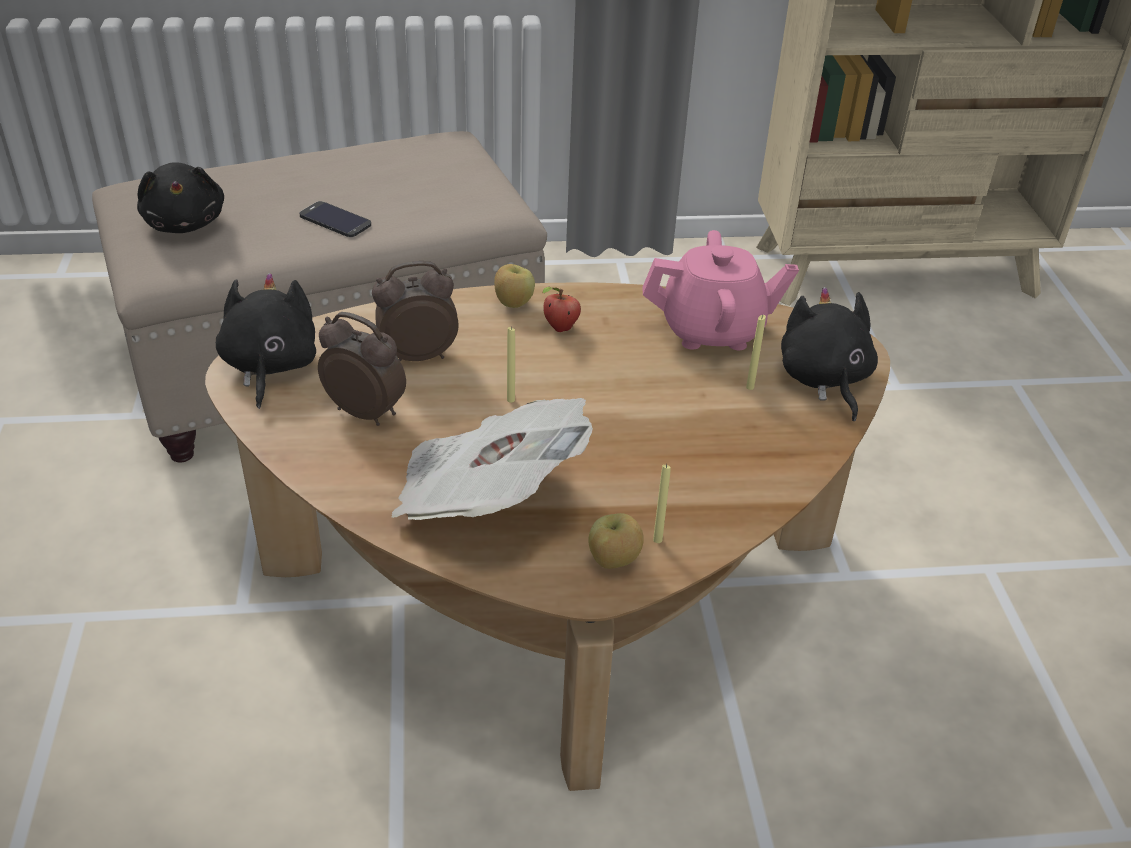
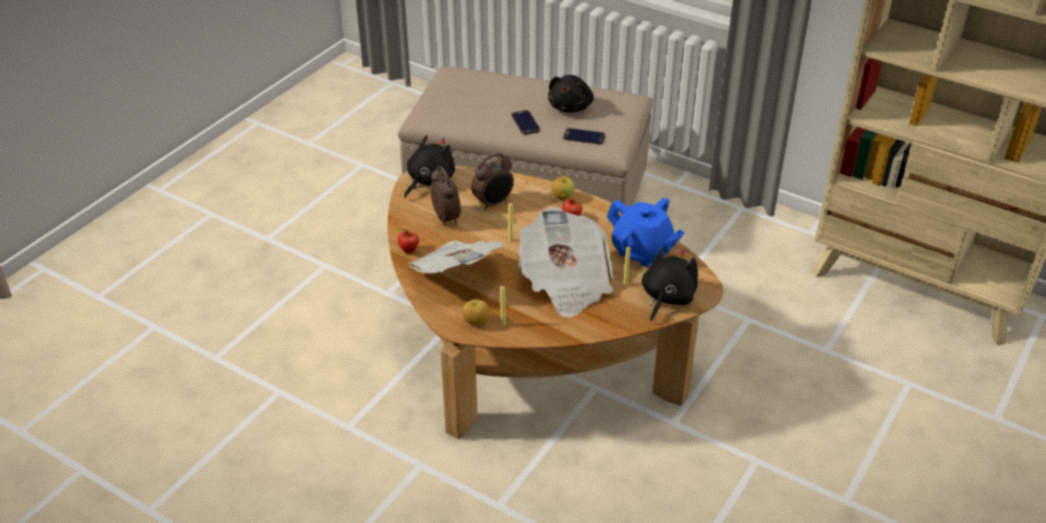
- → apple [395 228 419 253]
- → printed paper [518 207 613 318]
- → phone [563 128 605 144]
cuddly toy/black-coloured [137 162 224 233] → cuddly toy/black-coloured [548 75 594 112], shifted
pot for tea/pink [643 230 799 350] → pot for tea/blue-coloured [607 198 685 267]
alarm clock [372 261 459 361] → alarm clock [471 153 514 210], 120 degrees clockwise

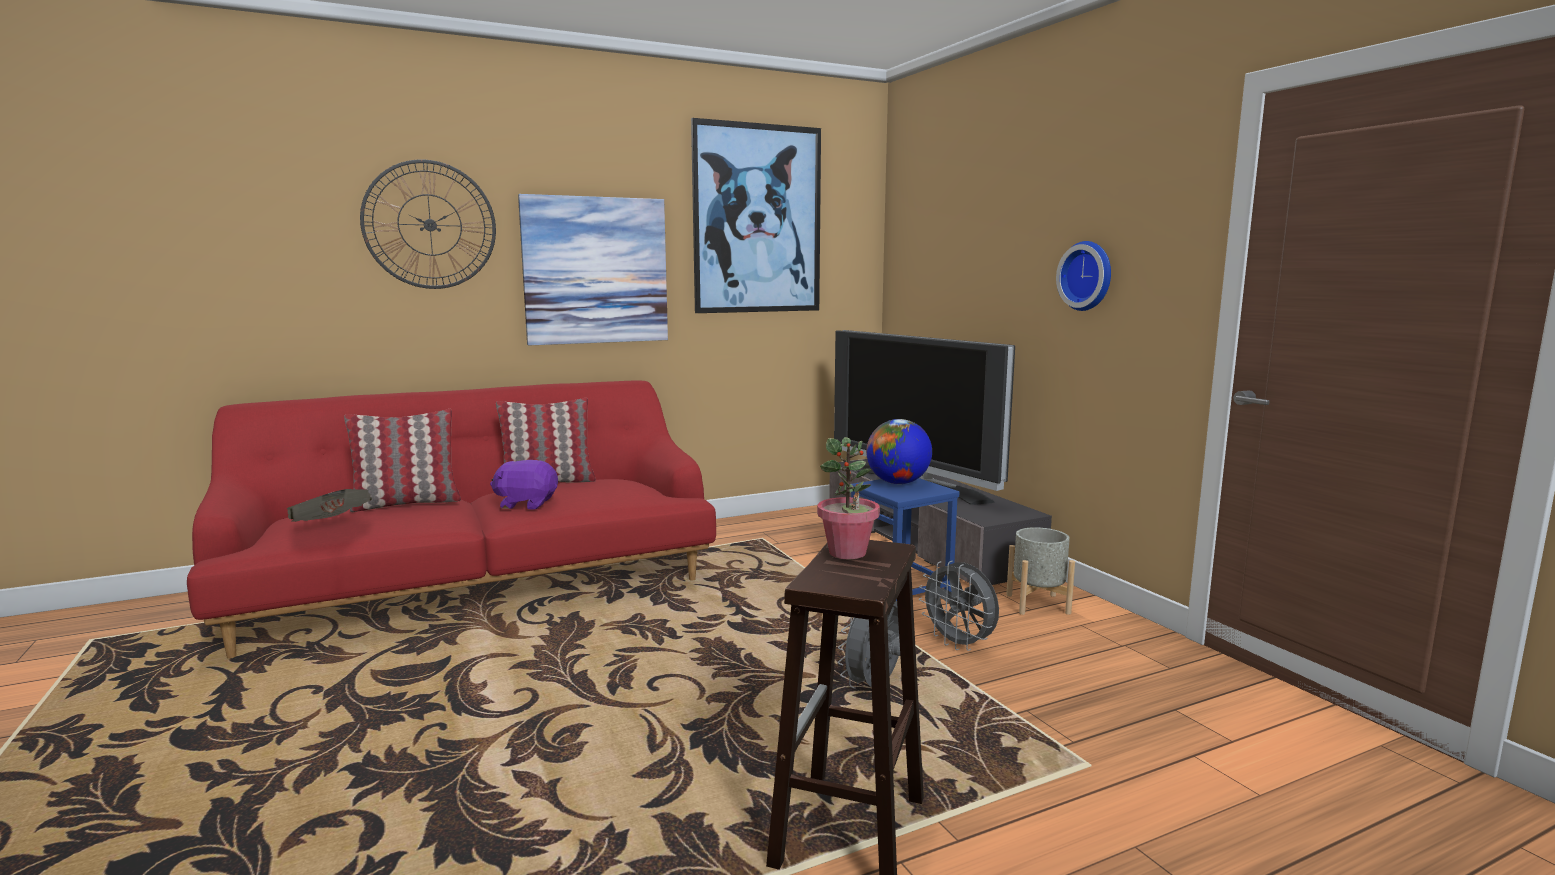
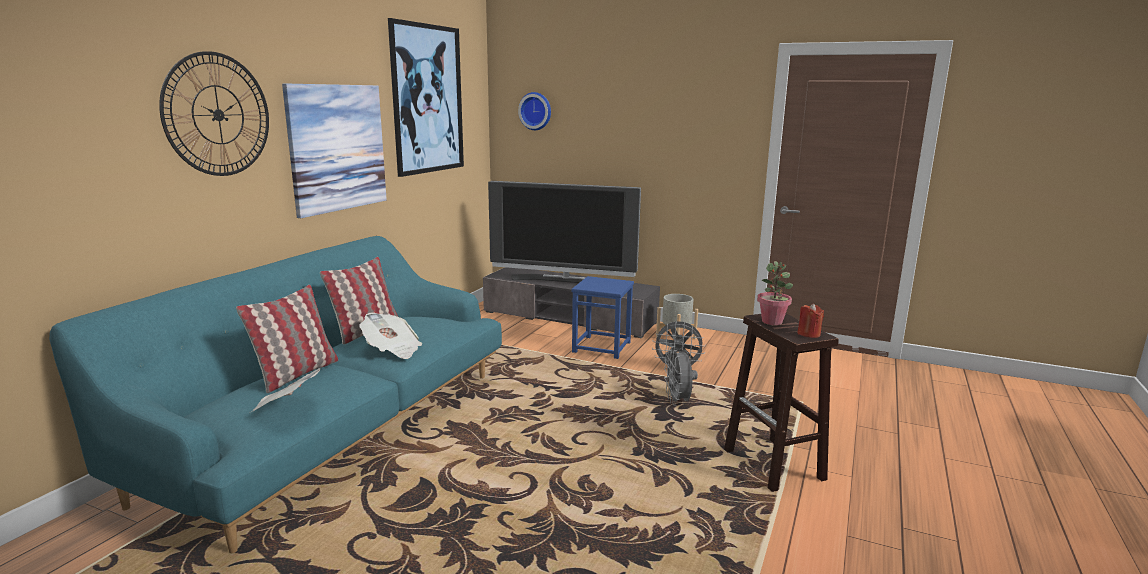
world globe [866 419 932 484] → -
- → wax light/red-coloured [797 303 824 338]
clock on the wall [1056 241 1111 311] → clock on the wall [518 92 551 130], shifted
cuddly toy/purple-coloured [490 460 558 510] → printed paper [359 312 422 359]
couch/red-coloured [187 380 716 659] → couch/turquoise [49 236 502 553]

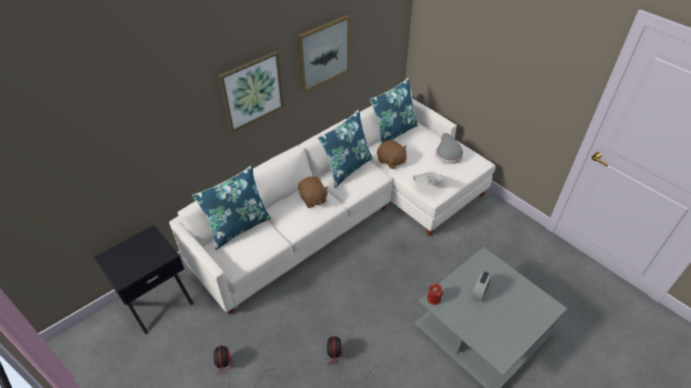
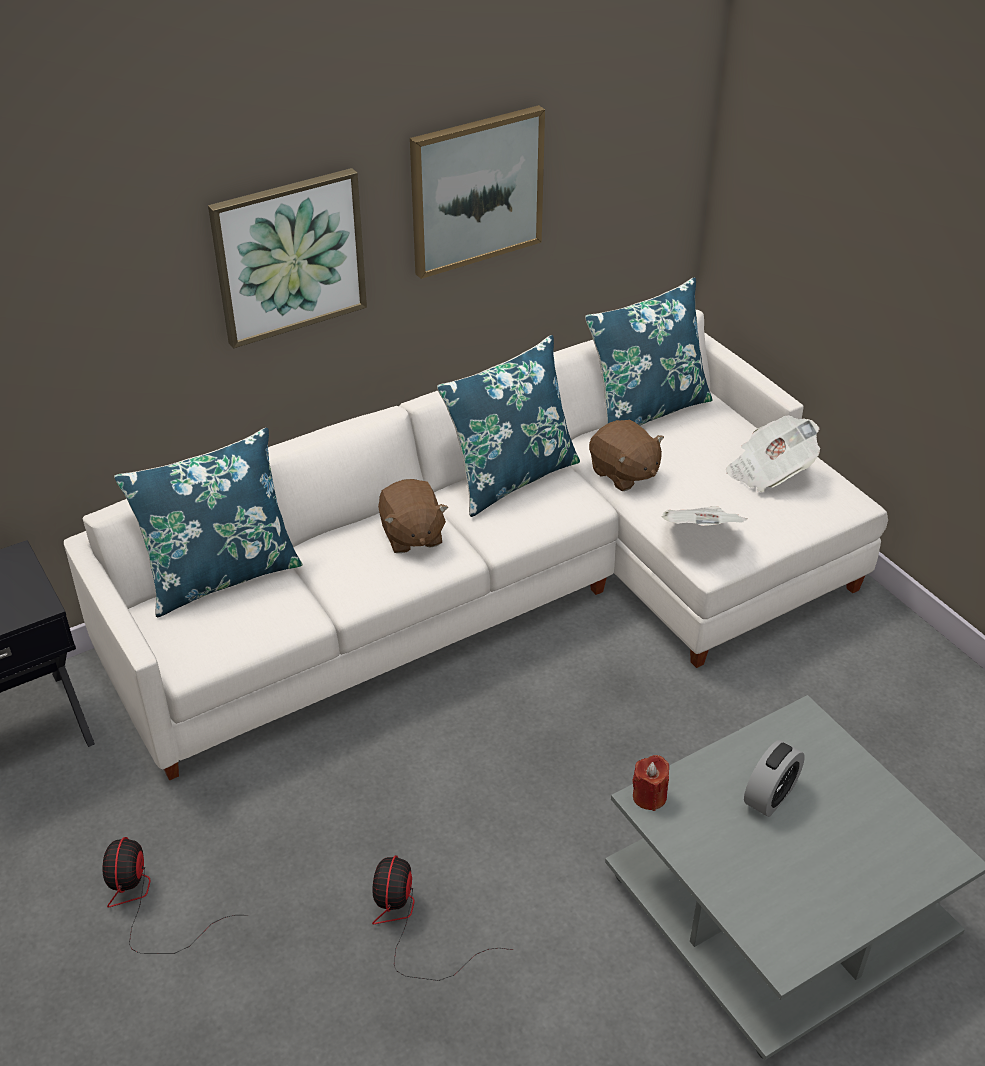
hat/greyish [436 133 464 164] → printed paper [726 415 820 492]

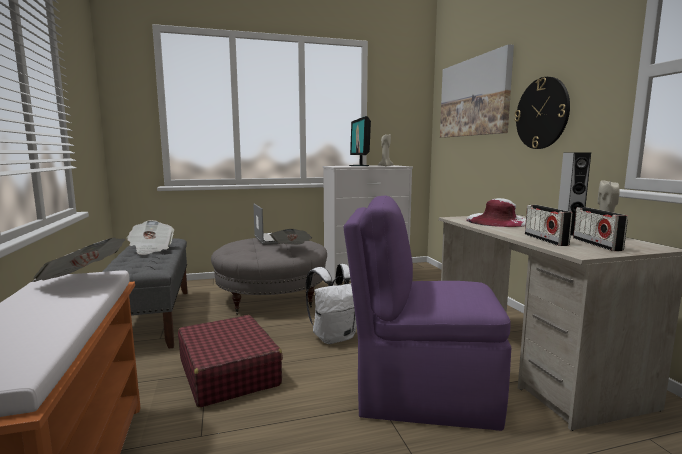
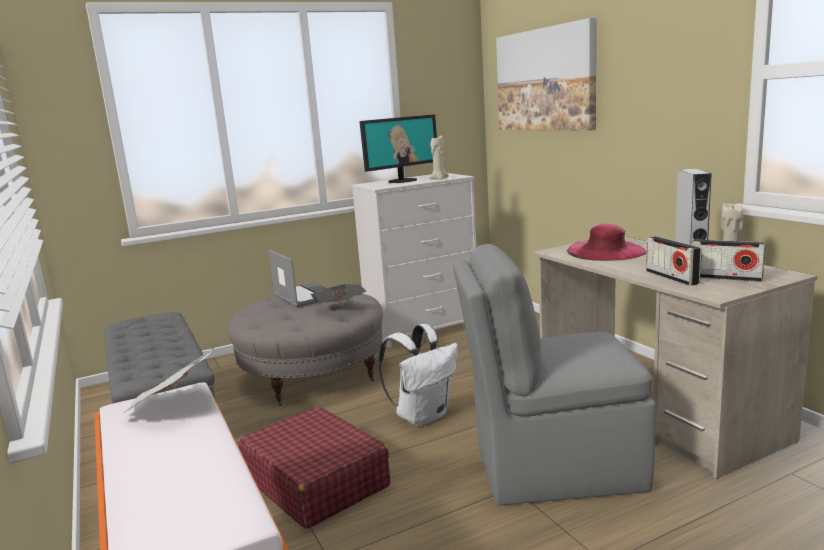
printed paper [127 220 175 255] → -
clock on the wall [514 77 570 149] → -
upright chair/purple-coloured [344 195 511 431] → upright chair/greyish [453 244 656 505]
hat/white-coloured [466 198 526 227] → hat/pink [567 223 647 261]
computer screen [349 116 371 166] → computer screen [359 114 437 183], 105 degrees counterclockwise
radio set [573 207 628 251] → radio set [692 239 766 282], 45 degrees counterclockwise

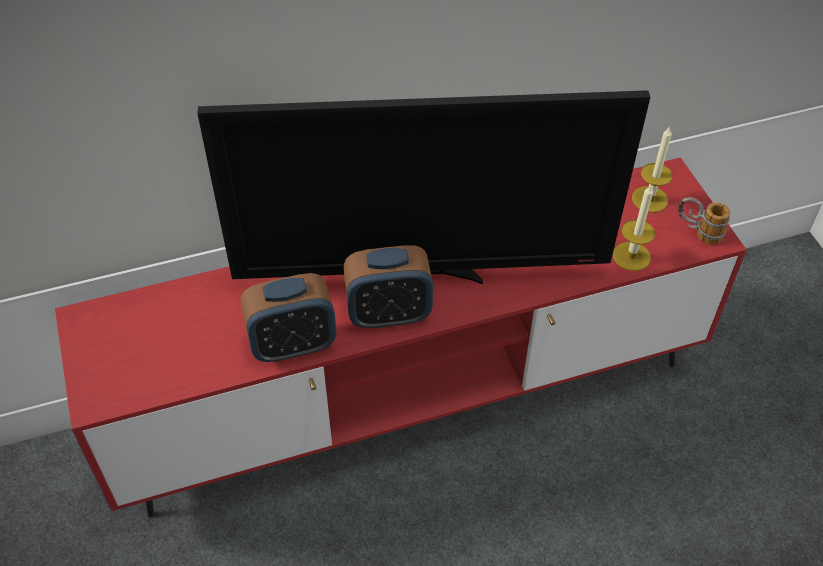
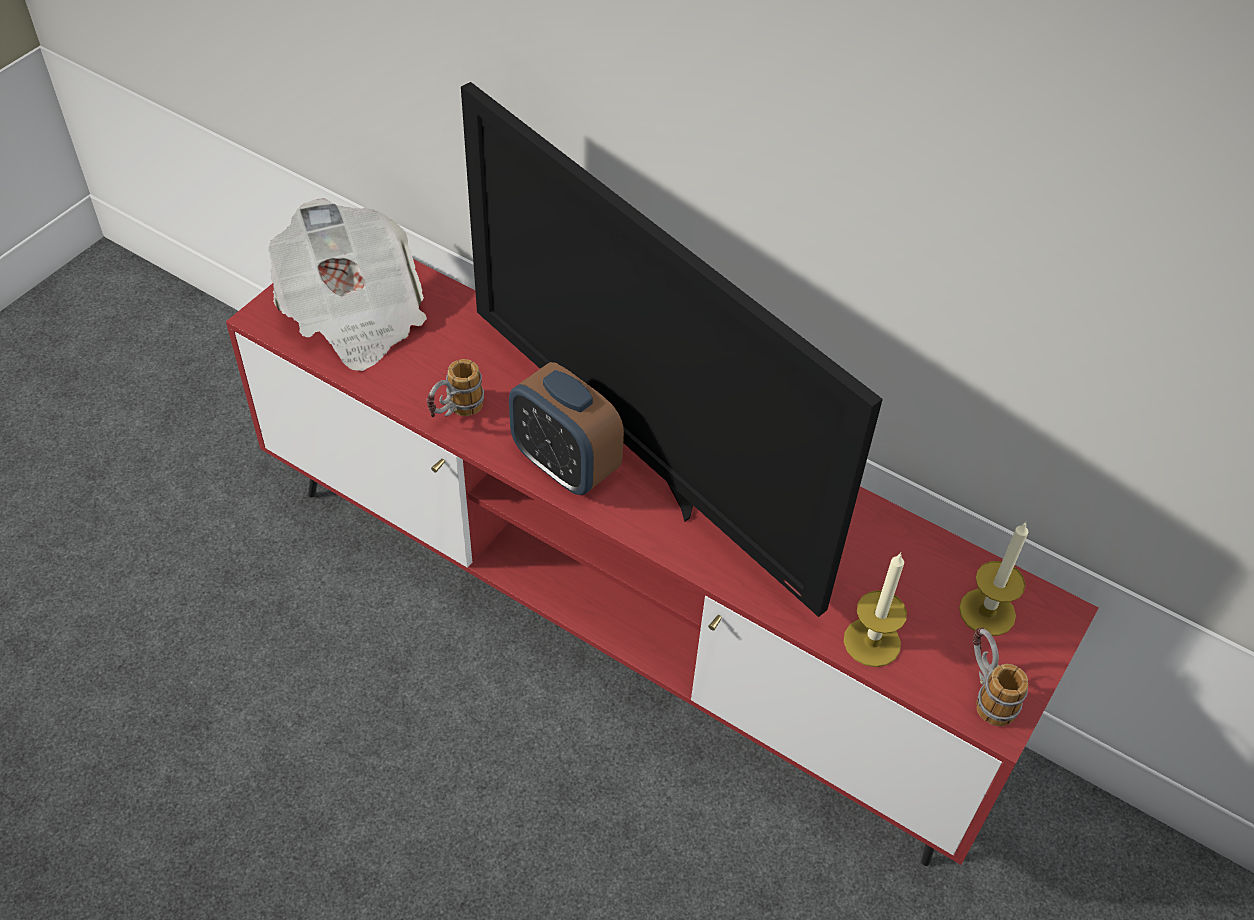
- → printed paper [268 198 427 371]
alarm clock [240 273 336 362] → coffee mug [426 359 484 417]

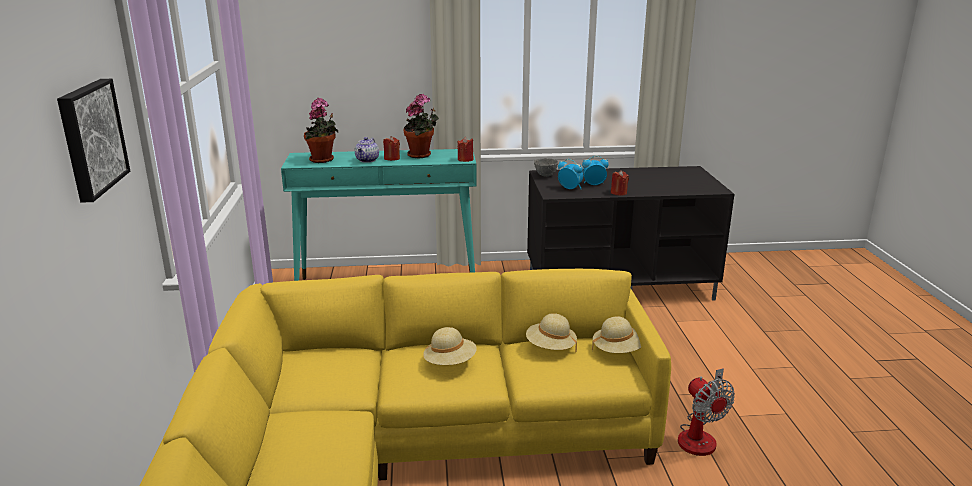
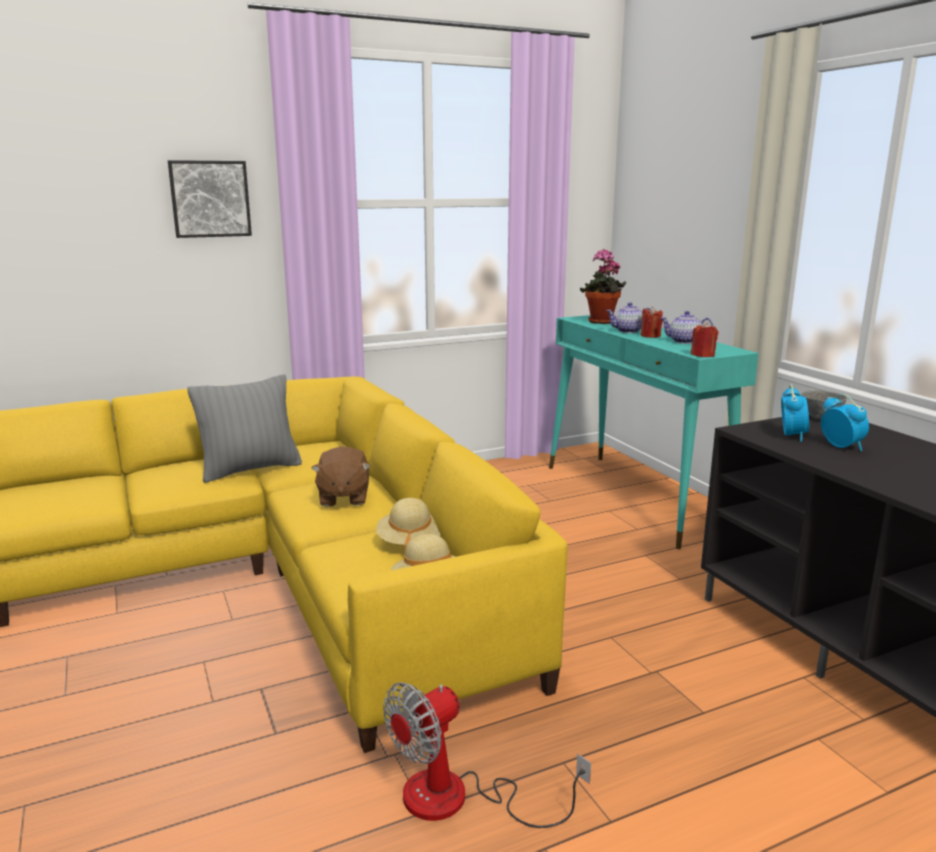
wax light/red-coloured [611 170 629 196] → -
- → cushion/greyish [187 374 302 483]
plant in a pot [403 94 439 158] → pot for tea [660 311 713 344]
hat/sand-coloured [423 327 477 365] → cuddly toy/brown-coloured [311 446 370 507]

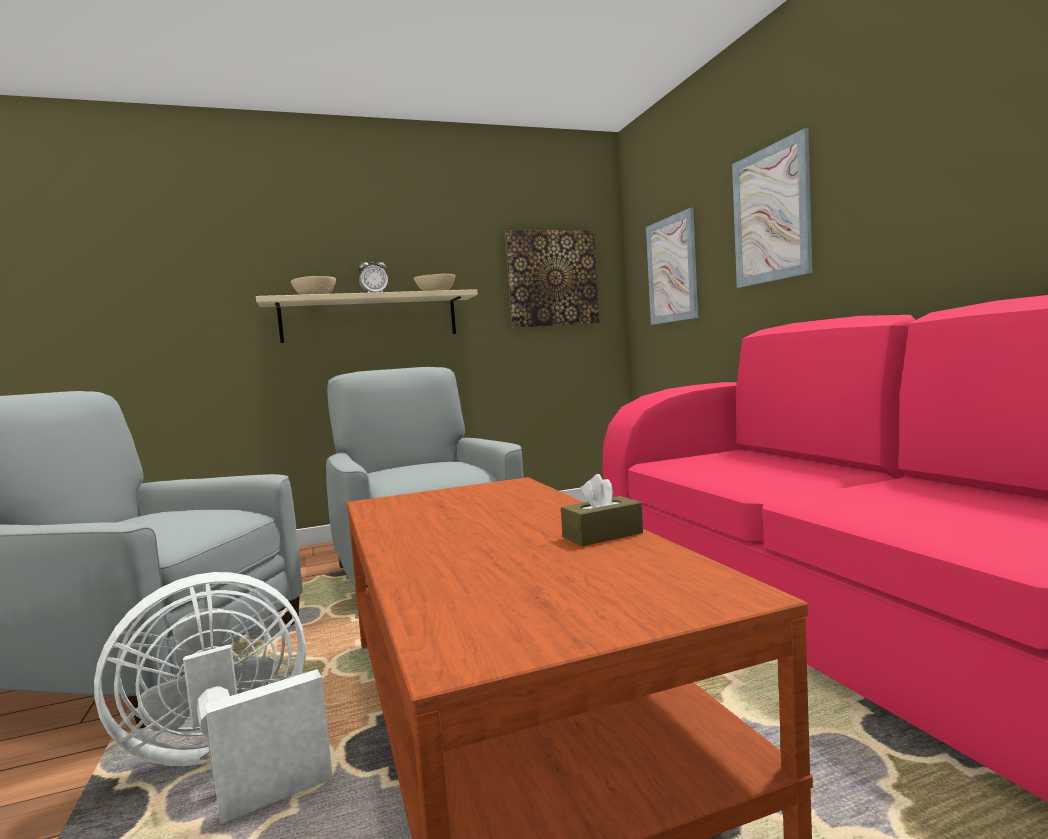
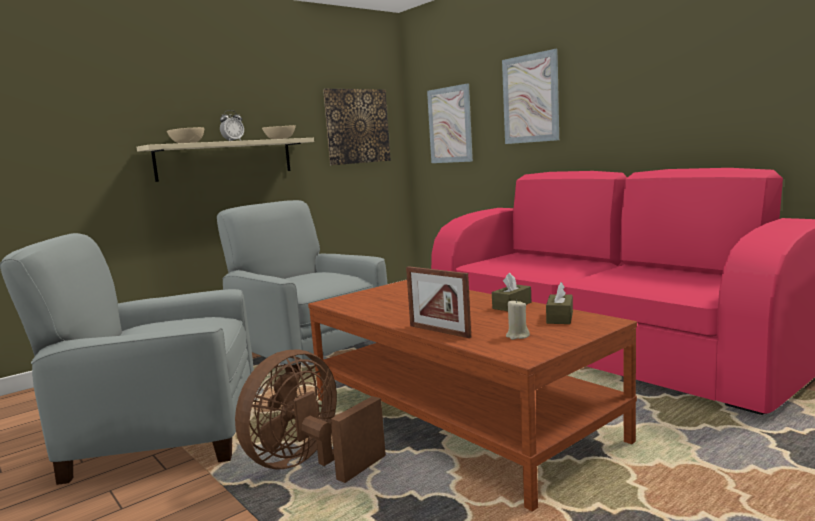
- → picture frame [406 266 471 338]
- → wax light/sand-coloured [506 299 530 340]
- → box of tissues/brown-coloured [546 282 573 324]
fan/white-coloured [94 572 333 824] → fan/brown-coloured [235 350 386 483]

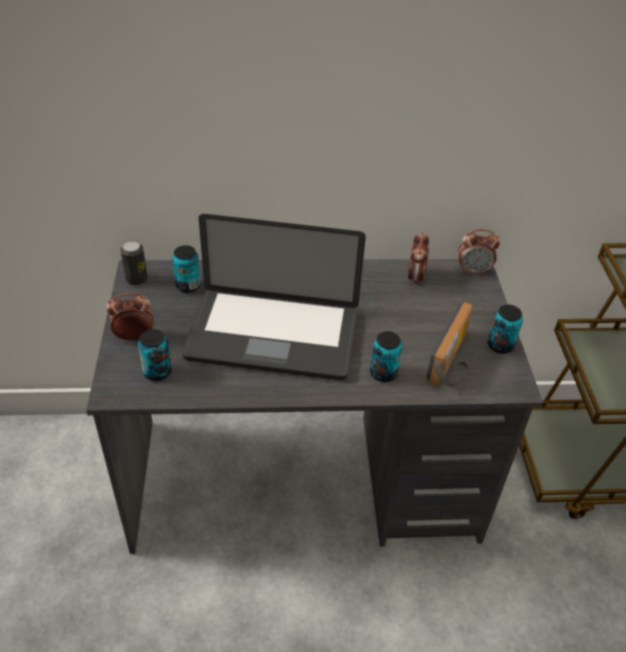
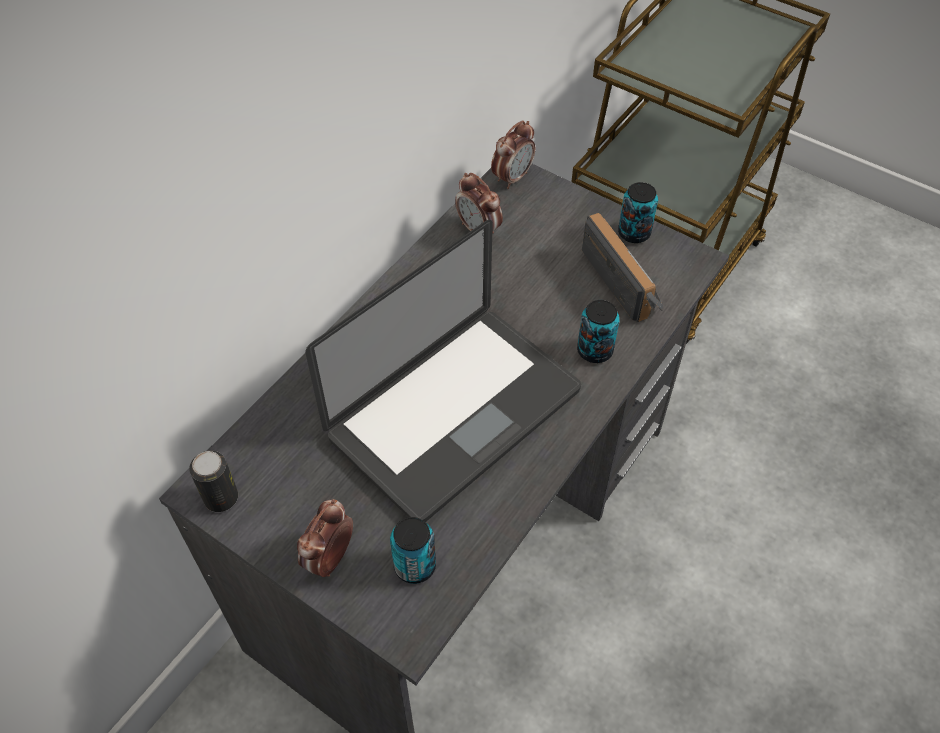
metal can [172 245 201 293] → -

